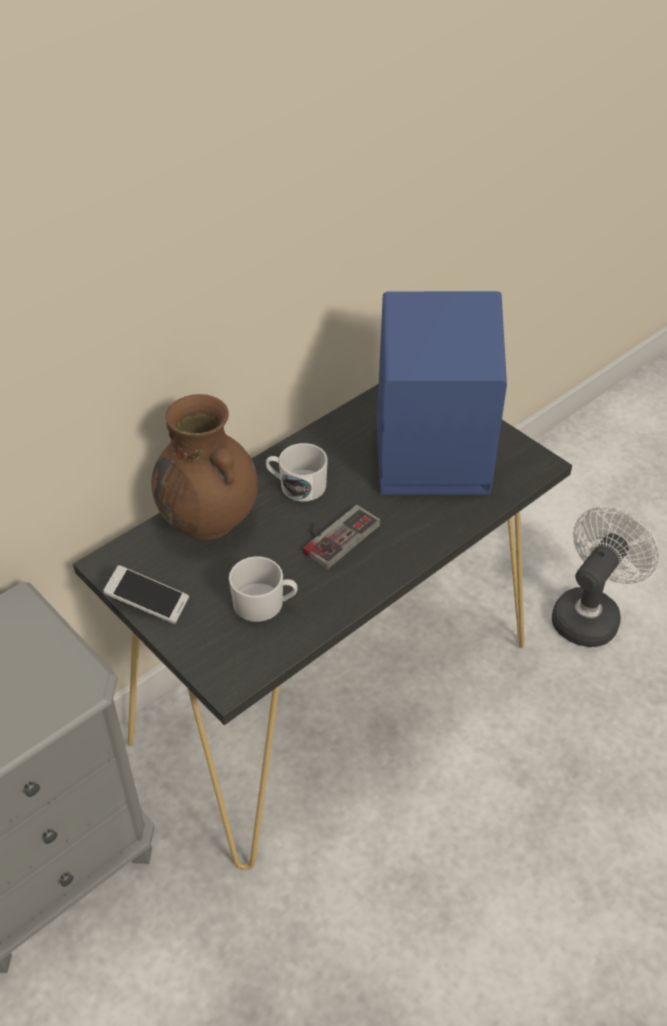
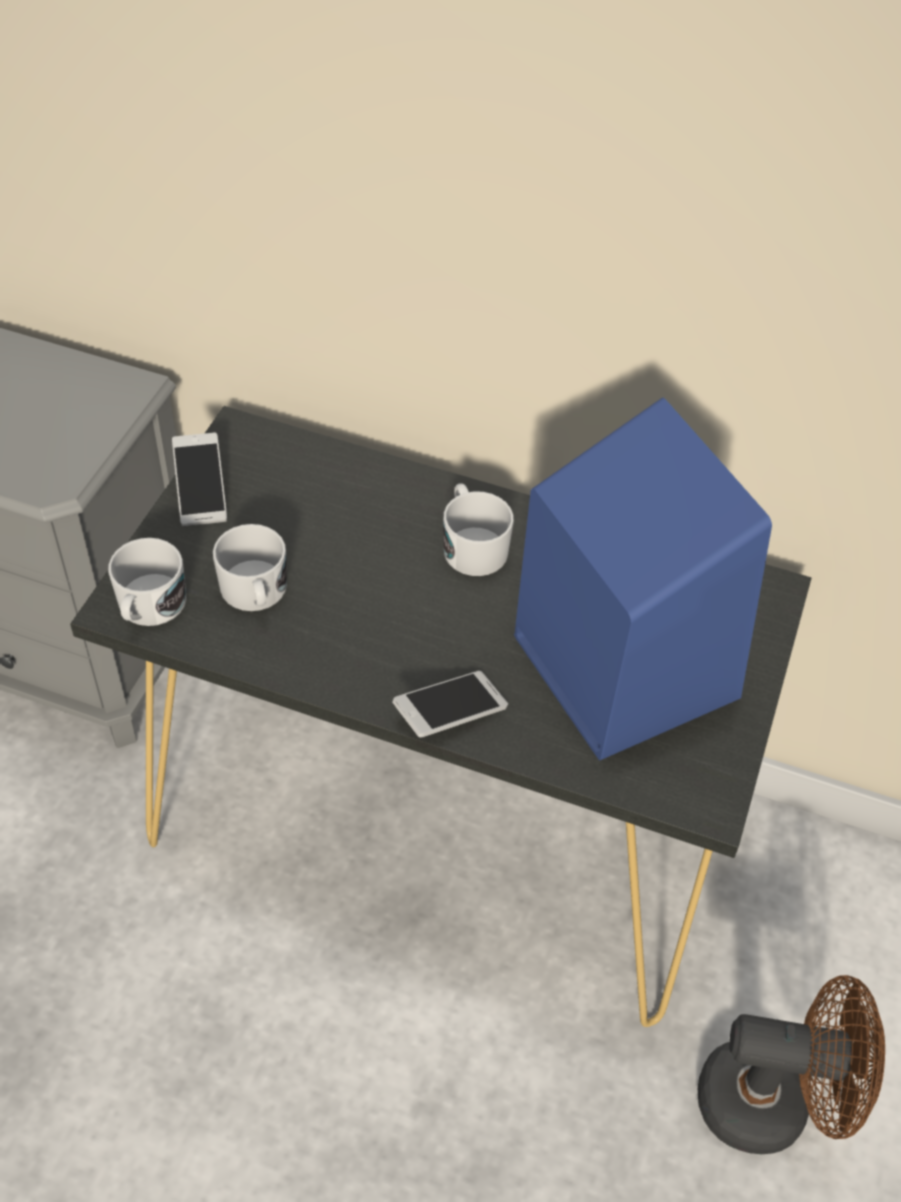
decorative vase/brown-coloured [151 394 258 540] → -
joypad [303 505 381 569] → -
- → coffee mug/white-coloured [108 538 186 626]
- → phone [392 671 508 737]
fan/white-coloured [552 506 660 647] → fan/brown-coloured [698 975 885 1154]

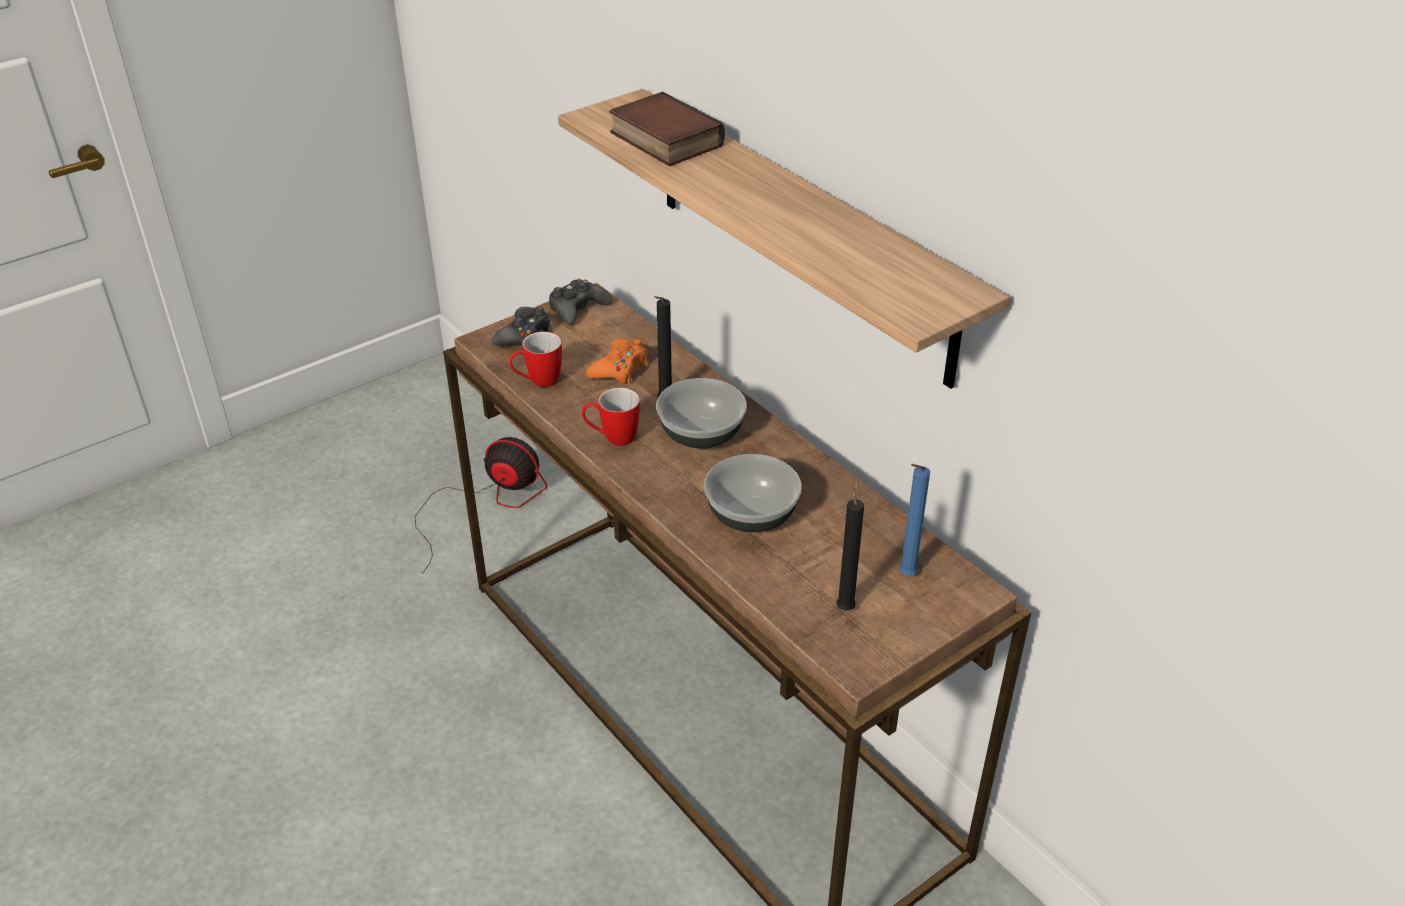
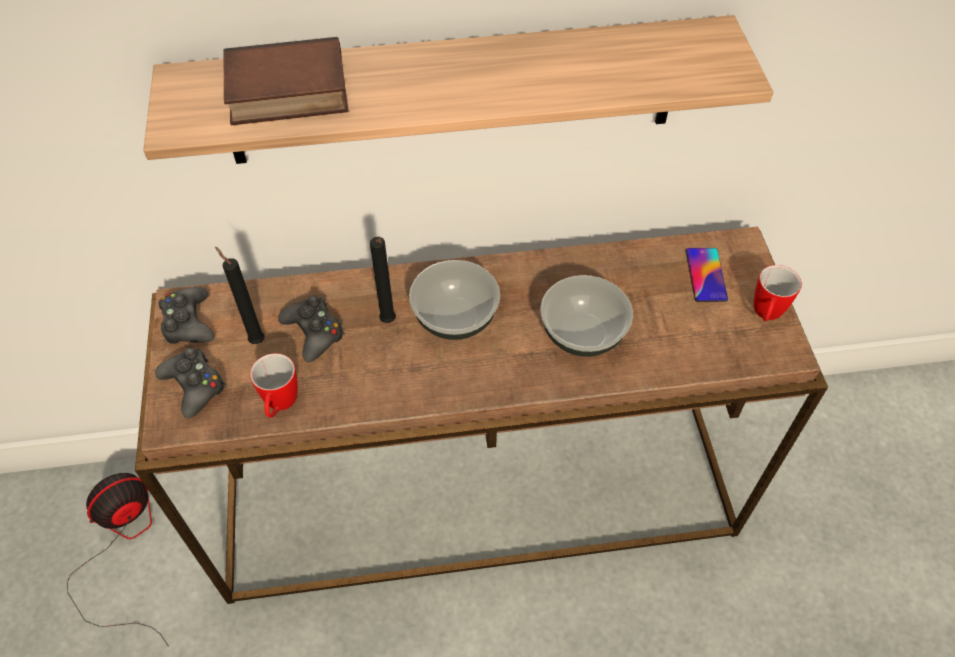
coffee mug [581 388 640 446] → coffee mug [754 265 802 321], shifted
wax light/black-coloured [836 481 864 611] → wax light/black-coloured [215 247 265 344], shifted
wax light/blue-coloured [899 464 930 576] → phone [686 248 728 302]
joypad/orange [586 338 649 384] → joypad/black-coloured [278 295 345 362]

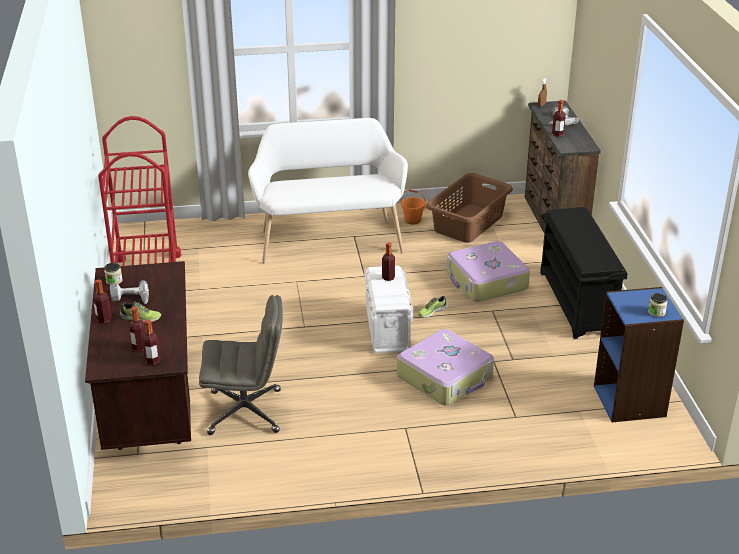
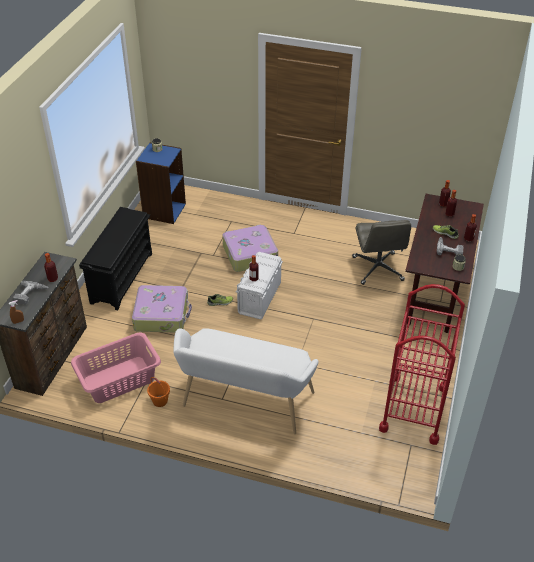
laundry basket/brown-coloured [426 173 513 243] → laundry basket/pink [71 333 161 403]
computer chair/greyish [199 295 283 435] → computer chair/greyish [352 220 411 285], 120 degrees counterclockwise

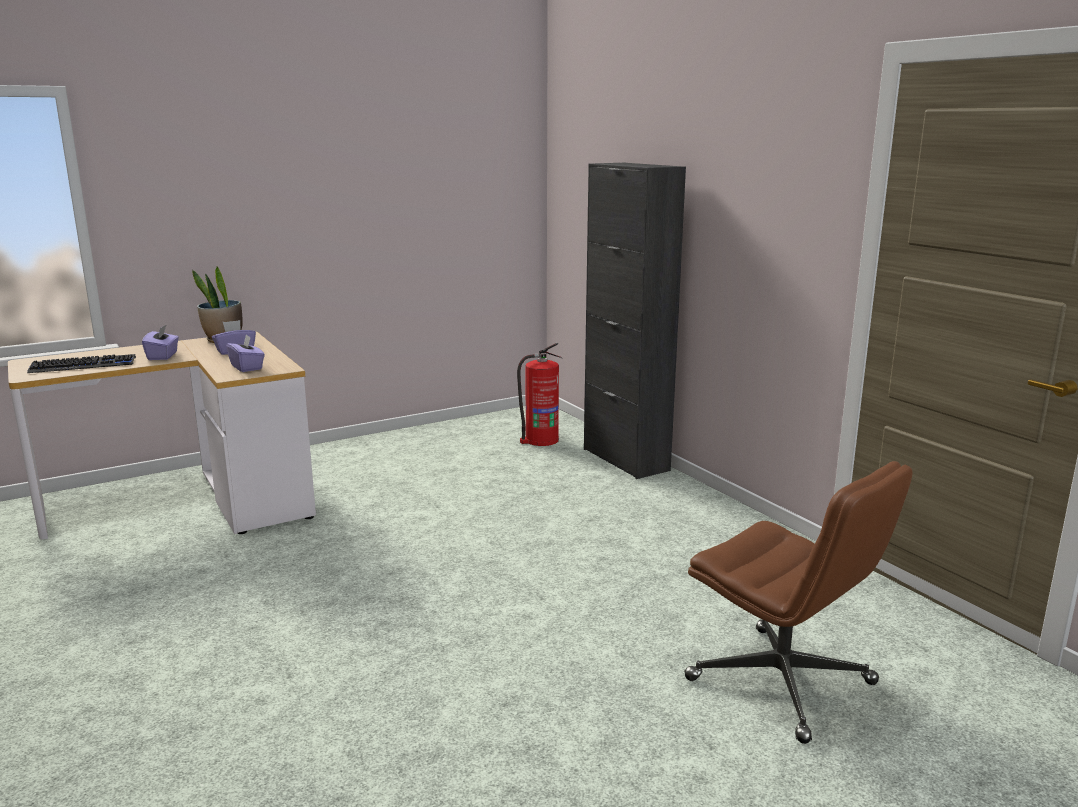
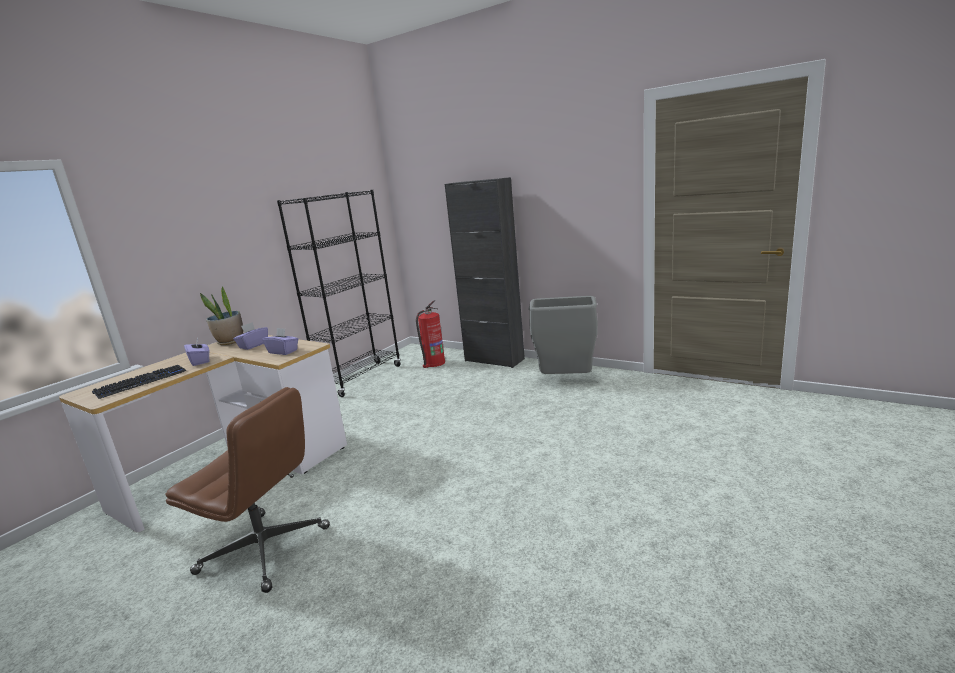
- → bookshelf/black-coloured [277 190 401 397]
- → rubbish bin/greyish [528 296 598 374]
computer chair/brown-coloured [684 461 913 744] → computer chair/brown-coloured [165 387 330 593], shifted

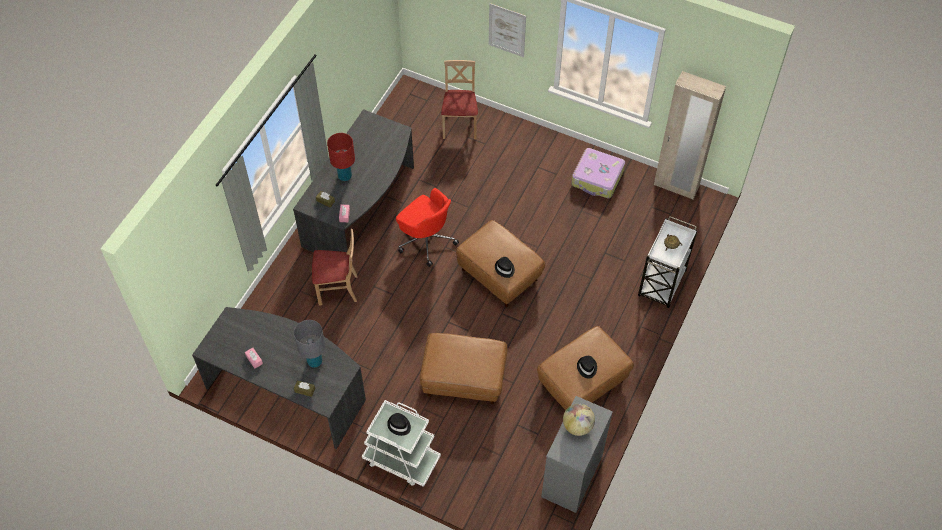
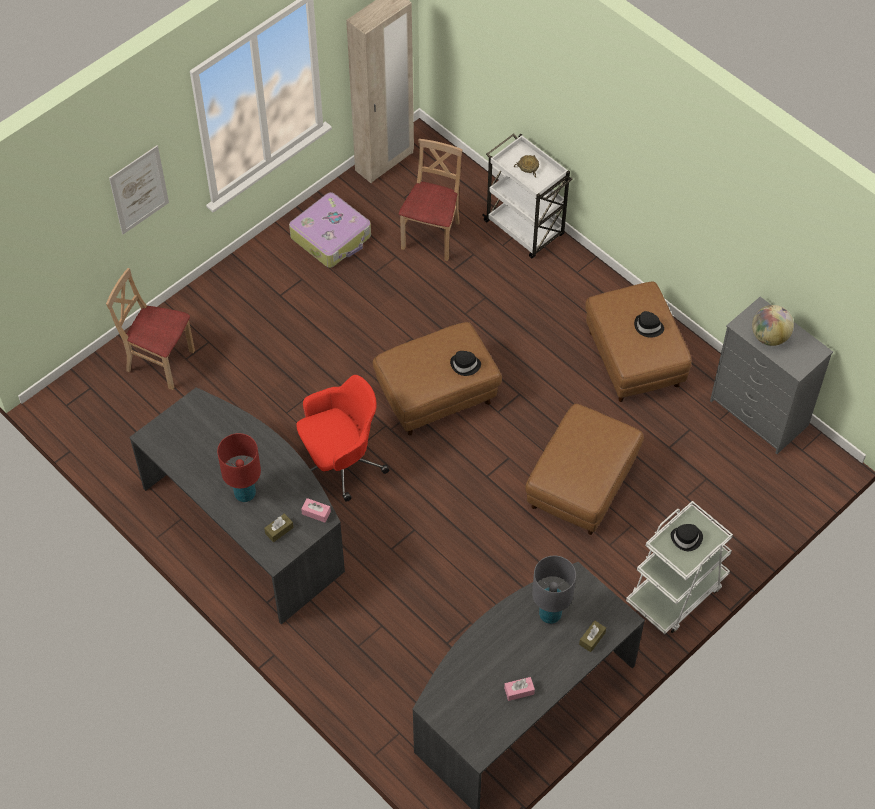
upright chair/sand-coloured [312 229 358 305] → upright chair/sand-coloured [399 139 463 261], shifted

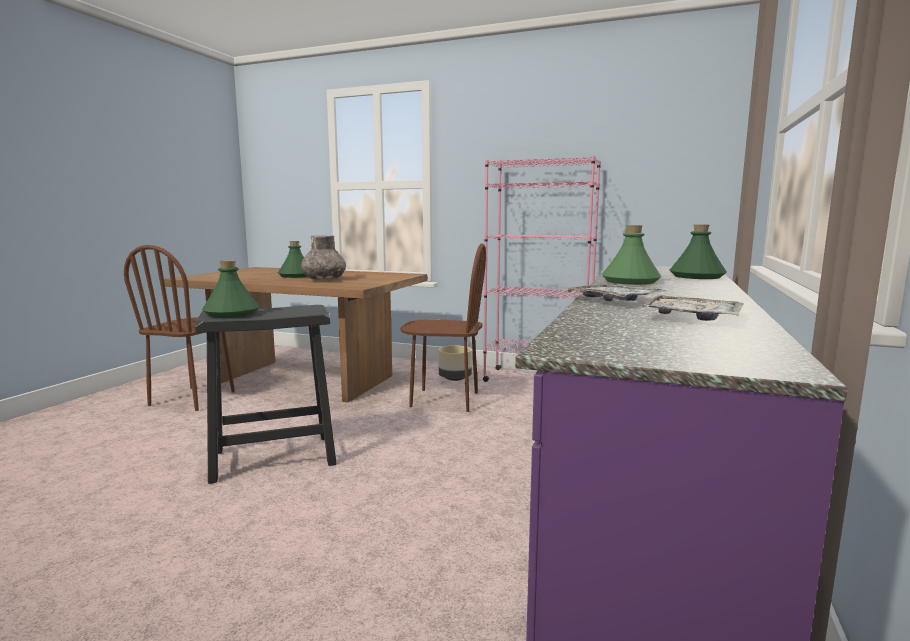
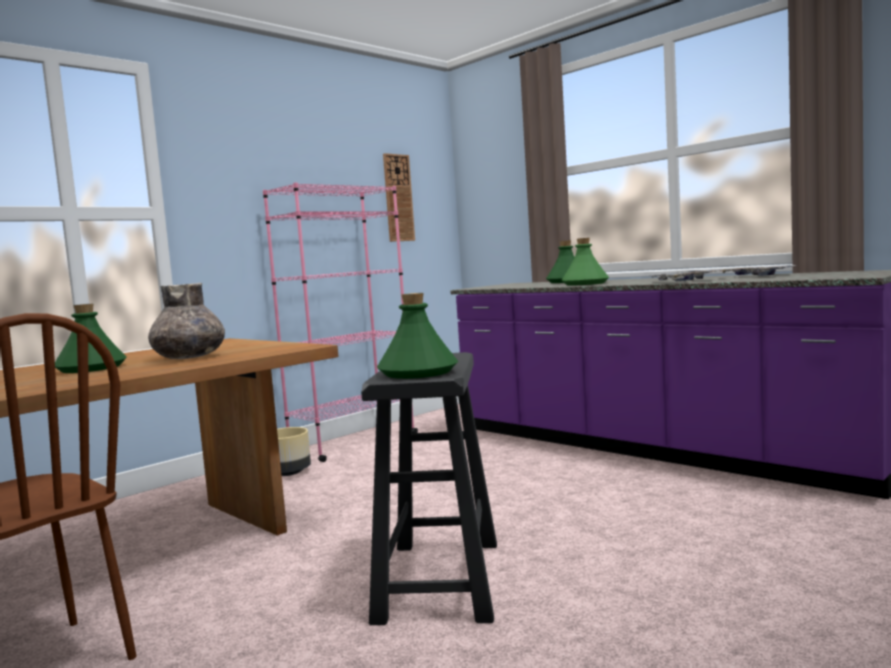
upright chair/brown-coloured [400 243 486 412] → -
- → clock on the wall [383 153 415 242]

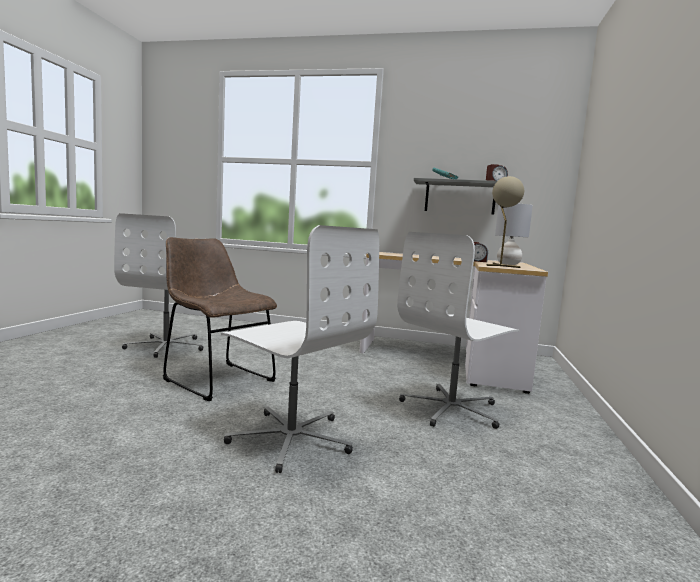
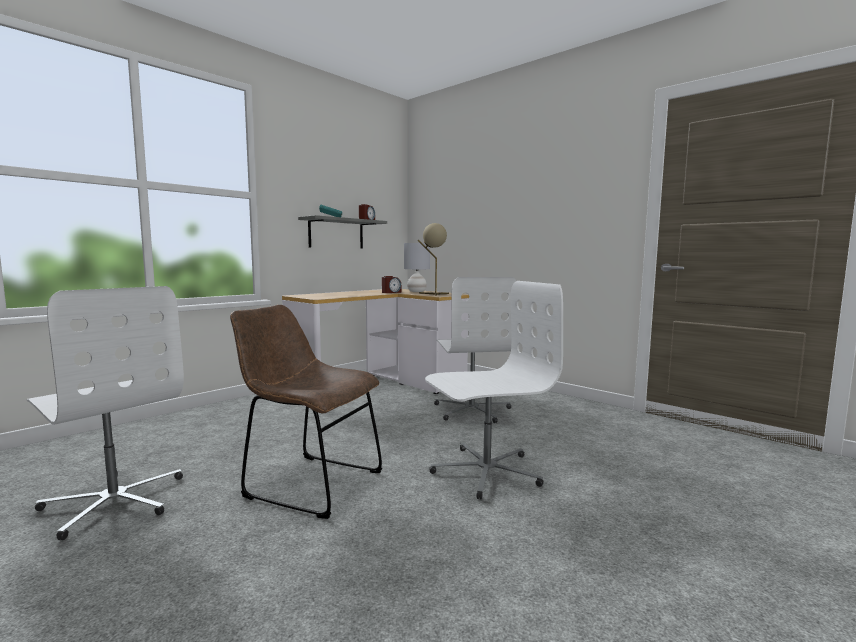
upright chair/brown-coloured [163 237 277 401] → upright chair/brown-coloured [230 305 382 519], 45 degrees clockwise

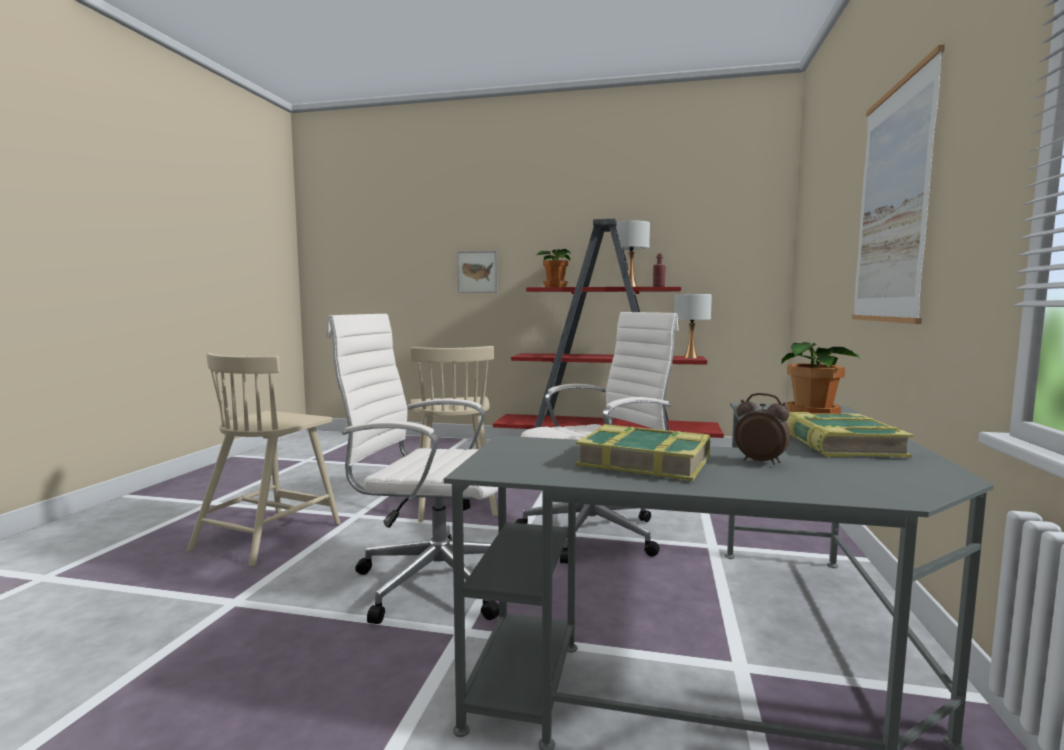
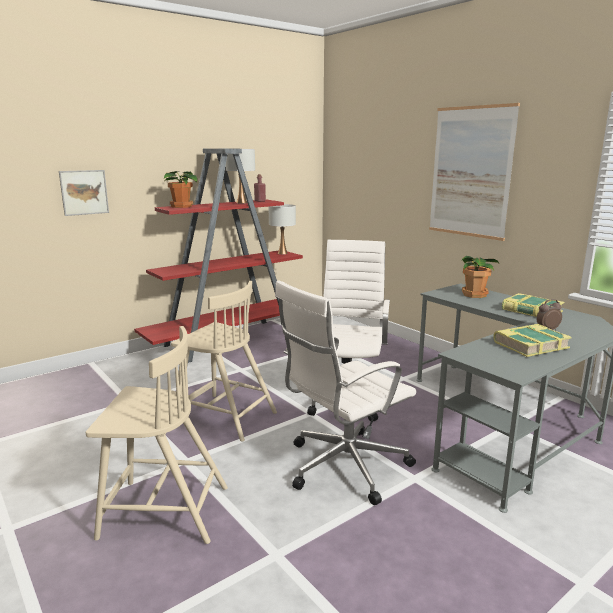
upright chair/sand-coloured [187 353 340 567] → upright chair/sand-coloured [86 326 228 544], 60 degrees counterclockwise

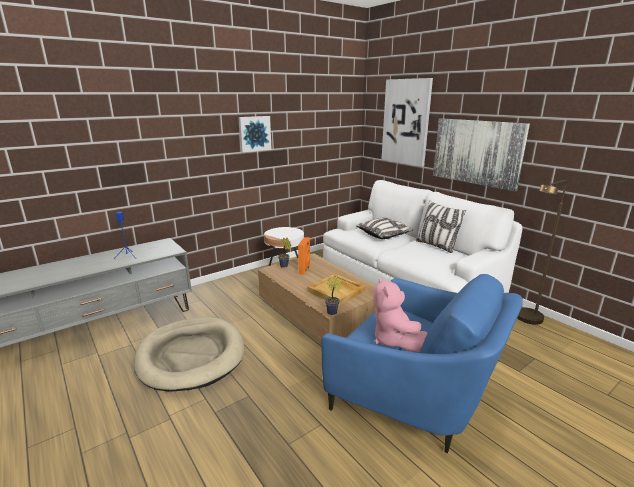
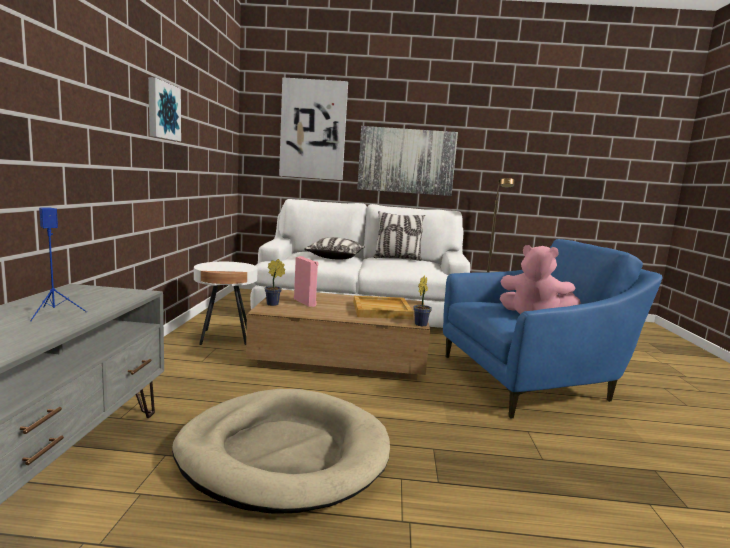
speaker/orange [298 237 310 275] → speaker/pink [294 256 318 307]

